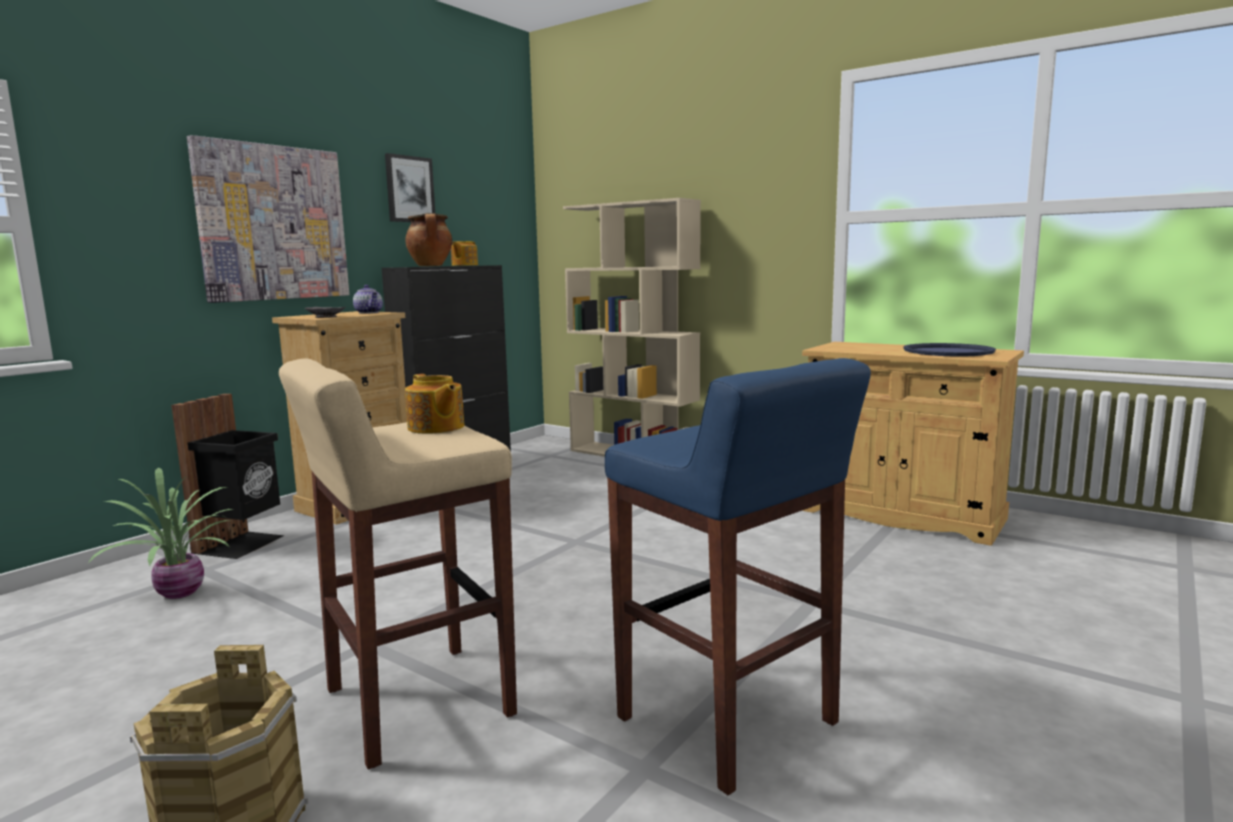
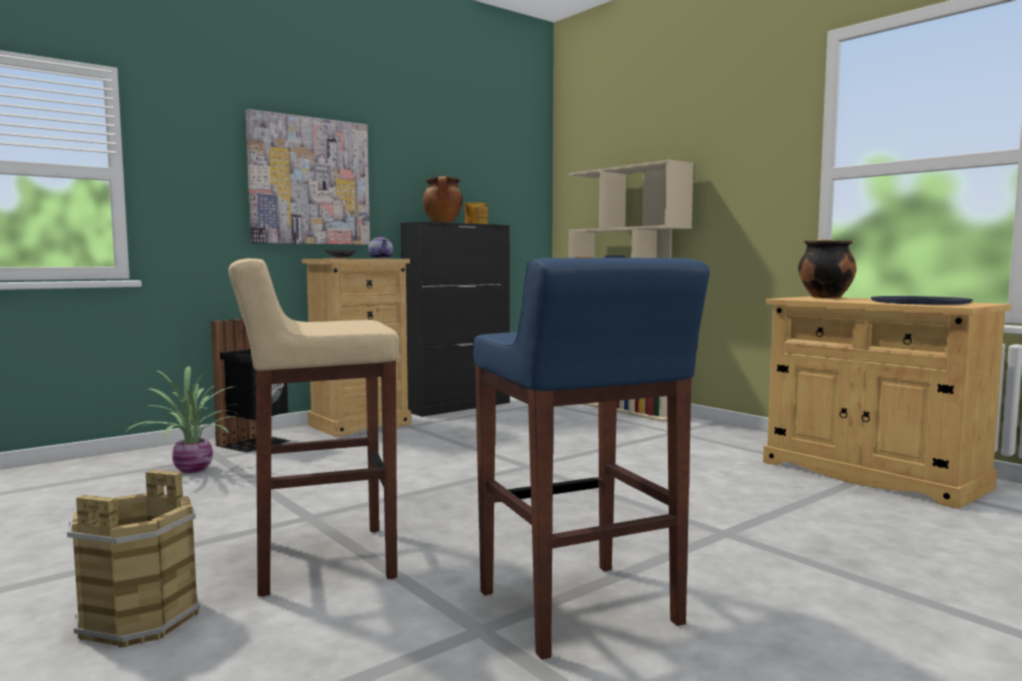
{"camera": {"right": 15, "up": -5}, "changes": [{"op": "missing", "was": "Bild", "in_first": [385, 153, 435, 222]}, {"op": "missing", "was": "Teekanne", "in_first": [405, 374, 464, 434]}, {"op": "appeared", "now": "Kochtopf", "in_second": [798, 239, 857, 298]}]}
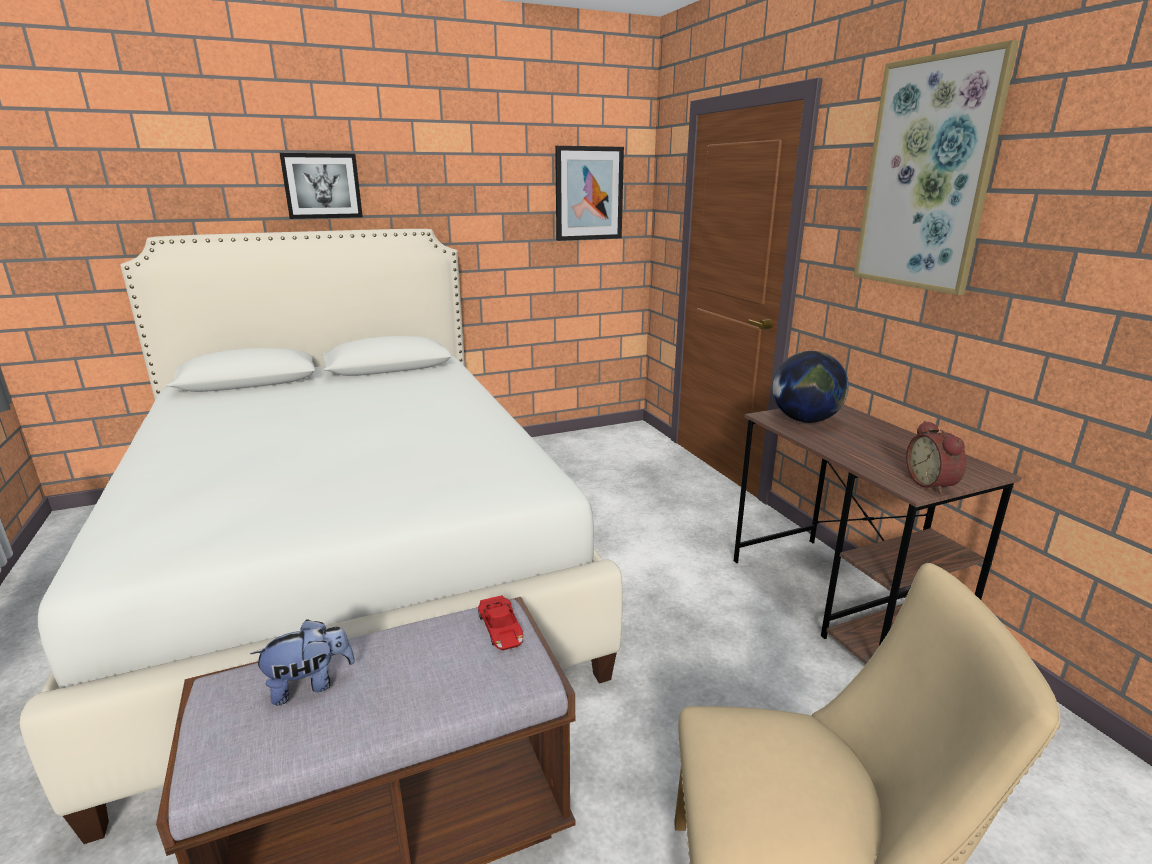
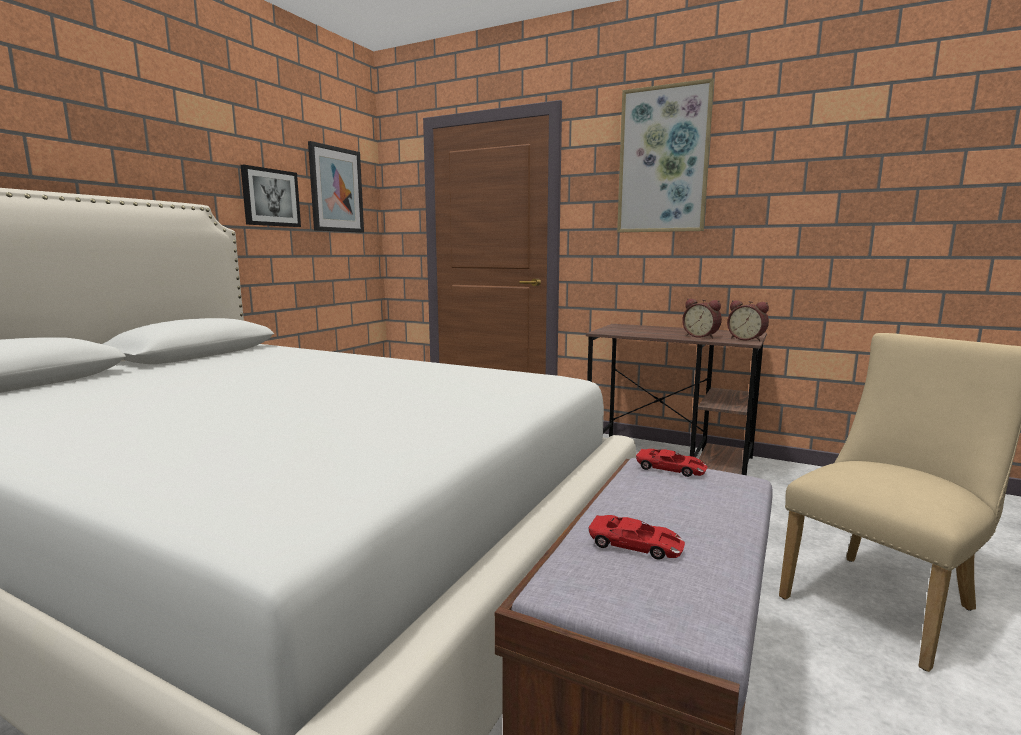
{"camera": {"right": -40, "up": -10}, "changes": [{"op": "relocated", "was": "Bild", "in_first": [280, 153, 363, 219], "in_second": [241, 165, 301, 227]}, {"op": "missing", "was": "Globus", "in_first": [772, 351, 849, 423]}, {"op": "exchanged", "was": "Plüschtier", "now": "Spielzeugauto (rot)", "in_first": [250, 619, 355, 705], "in_second": [588, 515, 685, 560]}, {"op": "appeared", "now": "Wecker", "in_second": [682, 299, 722, 338]}]}
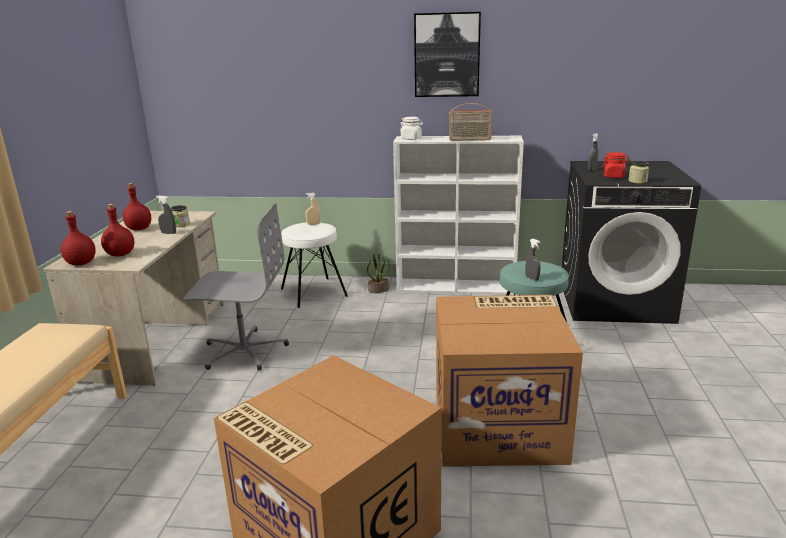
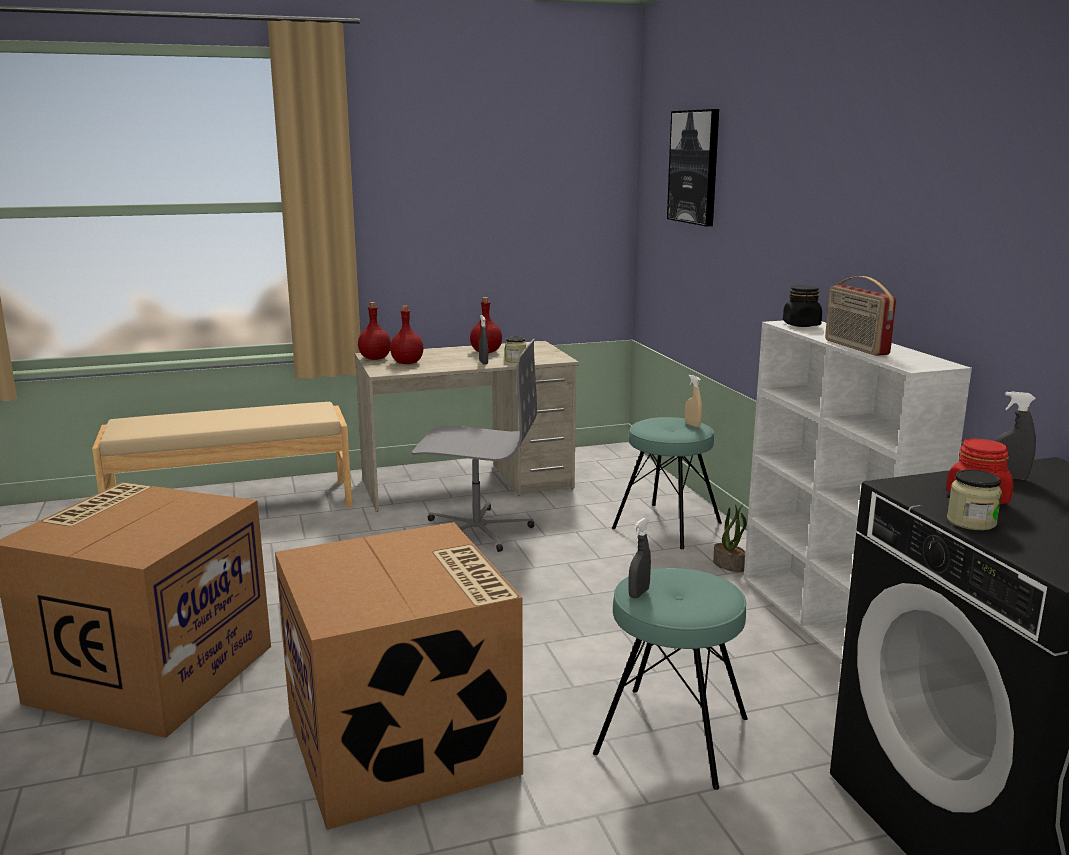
{"camera": {"right": 65, "up": -5}, "changes": [{"op": "relocated", "was": "Bild", "in_first": [414, 12, 481, 97], "in_second": [667, 109, 719, 226]}, {"op": "colour", "was": "Vorratsglas (weiß)", "now": "Vorratsglas (schwarz)", "in_first": [400, 117, 423, 140], "in_second": [783, 285, 822, 327]}, {"op": "spun", "was": "Bürostuhl (grau)", "in_first": [183, 202, 289, 371], "in_second": [412, 339, 537, 552], "clockwise": -60}, {"op": "colour", "was": "Hocker (weiß)", "now": "Hocker (türkis)", "in_first": [281, 222, 348, 308], "in_second": [612, 417, 722, 549]}]}
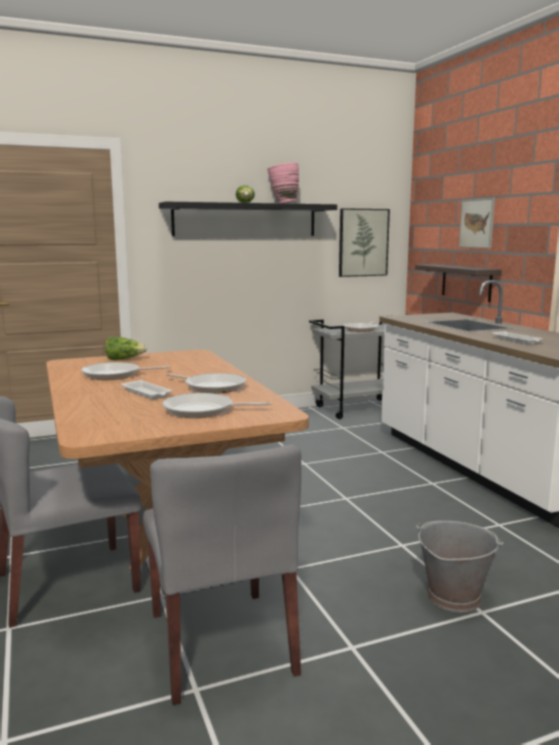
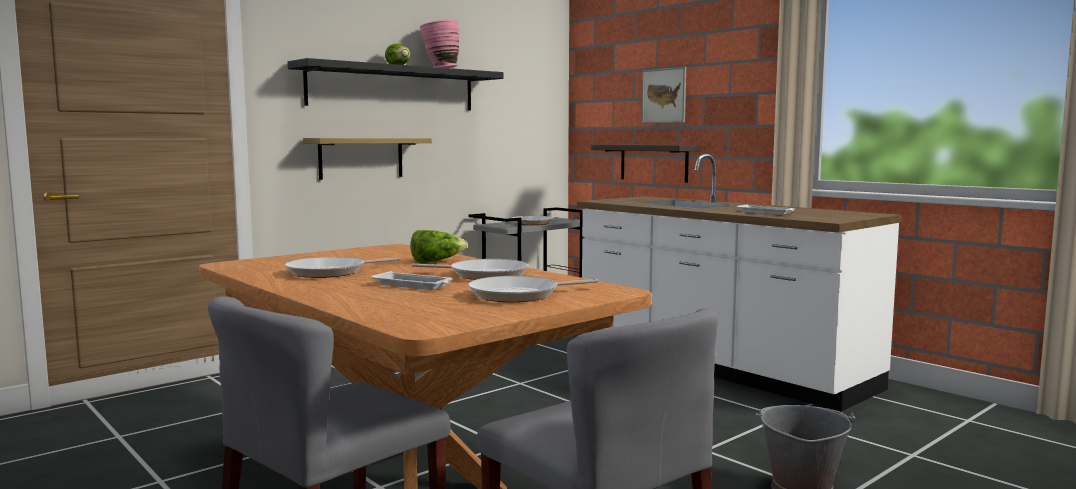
{"camera": {"right": -20, "up": -5}, "changes": [{"op": "missing", "was": "Bild", "in_first": [339, 208, 390, 277]}, {"op": "relocated", "was": "Salatkopf", "in_first": [105, 337, 147, 360], "in_second": [410, 230, 468, 263]}, {"op": "appeared", "now": "Wandregal", "in_second": [303, 138, 432, 180]}]}
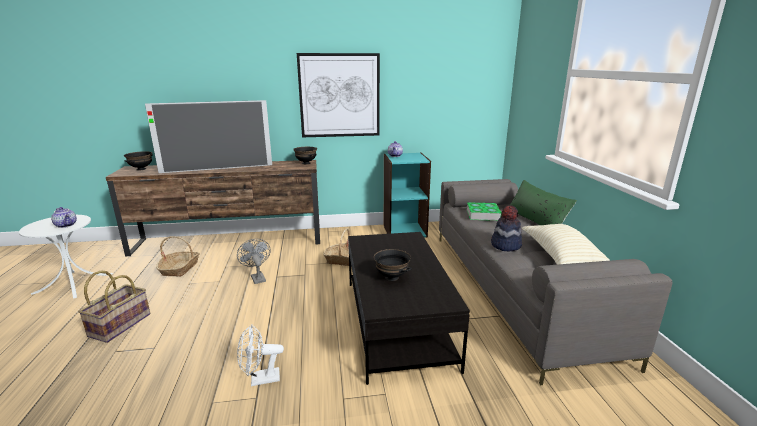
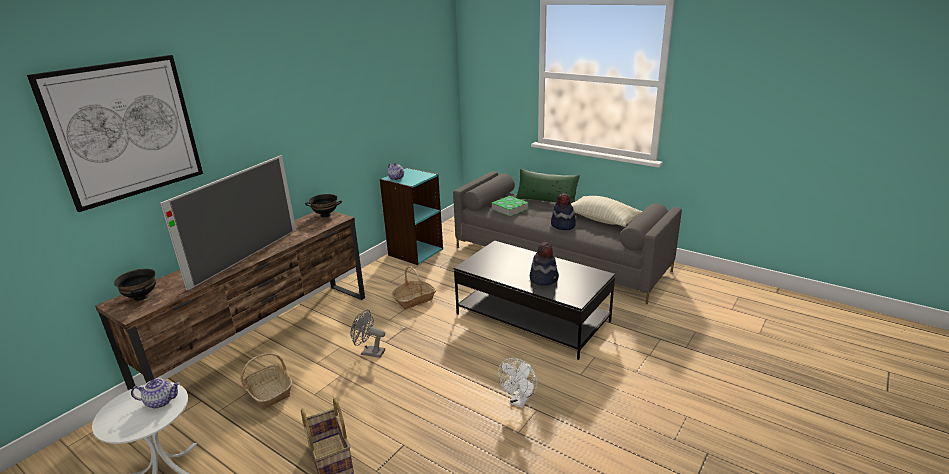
{"camera": {"right": -45, "up": 5}, "changes": [{"op": "relocated", "was": "Bild", "in_first": [297, 53, 380, 137], "in_second": [27, 55, 203, 212]}, {"op": "exchanged", "was": "Schüssel (schwarz)", "now": "Hut", "in_first": [374, 249, 412, 281], "in_second": [529, 242, 559, 286]}]}
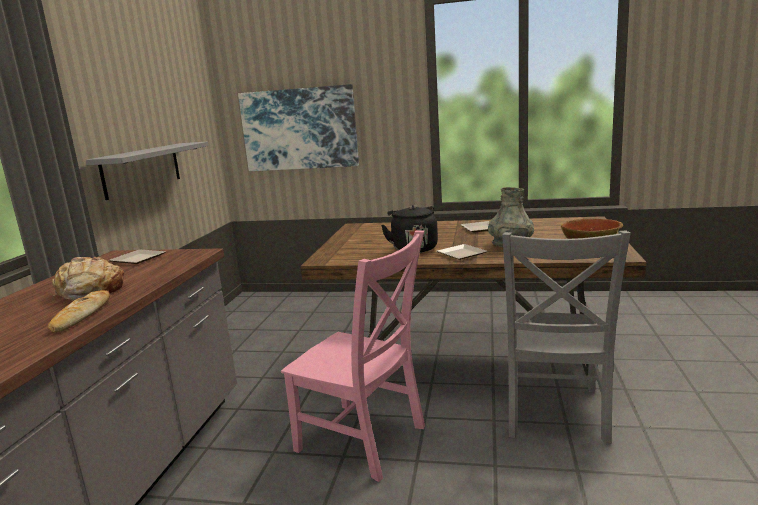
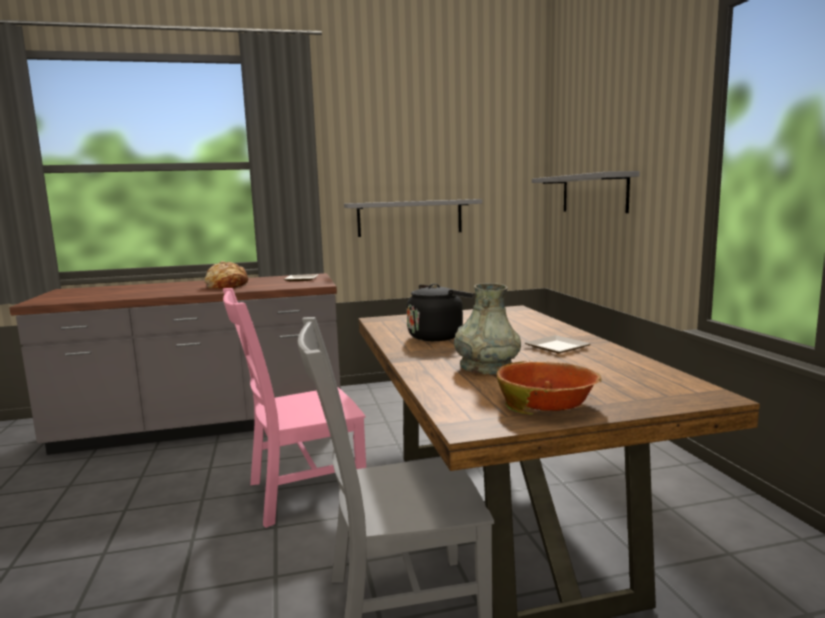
{"camera": {"right": 65, "up": -5}, "changes": [{"op": "exchanged", "was": "Bild", "now": "Wandregal (grau)", "in_first": [238, 84, 359, 171], "in_second": [532, 171, 640, 213]}, {"op": "spun", "was": "Stuhl (rosa)", "in_first": [281, 230, 425, 482], "in_second": [223, 288, 366, 528], "clockwise": 60}, {"op": "missing", "was": "Teller", "in_first": [437, 244, 488, 260]}, {"op": "missing", "was": "Brot", "in_first": [47, 290, 110, 332]}]}
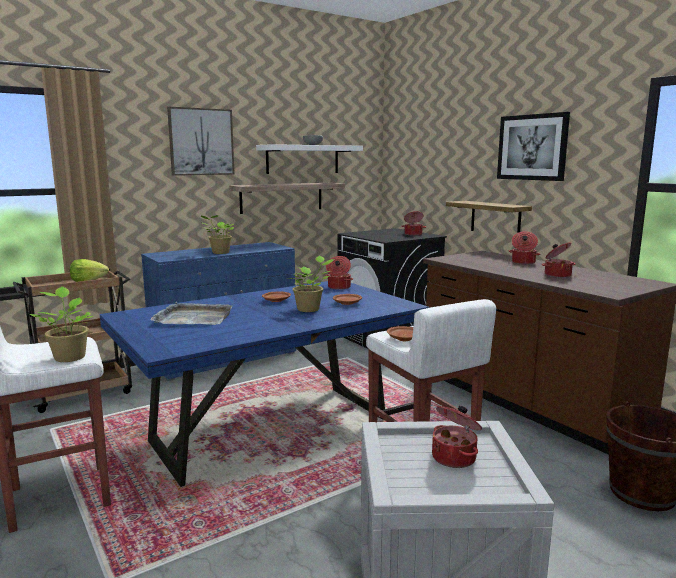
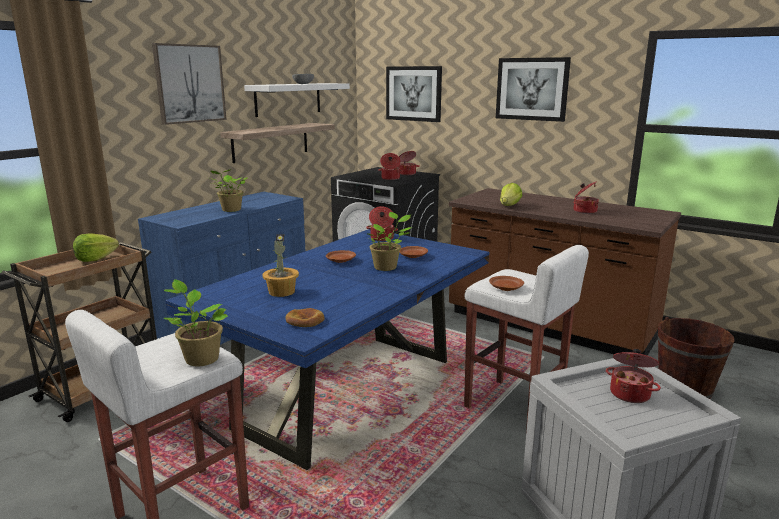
{"camera": {"right": -20, "up": 5}, "changes": [{"op": "missing", "was": "Wandregal", "in_first": [446, 201, 532, 233]}, {"op": "relocated", "was": "Kochtopf", "in_first": [509, 231, 540, 264], "in_second": [378, 153, 403, 180]}, {"op": "exchanged", "was": "Tablett (grau)", "now": "Topfpflanze", "in_first": [150, 302, 233, 325], "in_second": [263, 234, 299, 297]}, {"op": "appeared", "now": "Bild", "in_second": [386, 66, 442, 122]}, {"op": "appeared", "now": "Salatkopf", "in_second": [500, 183, 522, 206]}, {"op": "appeared", "now": "Brot", "in_second": [285, 308, 325, 327]}]}
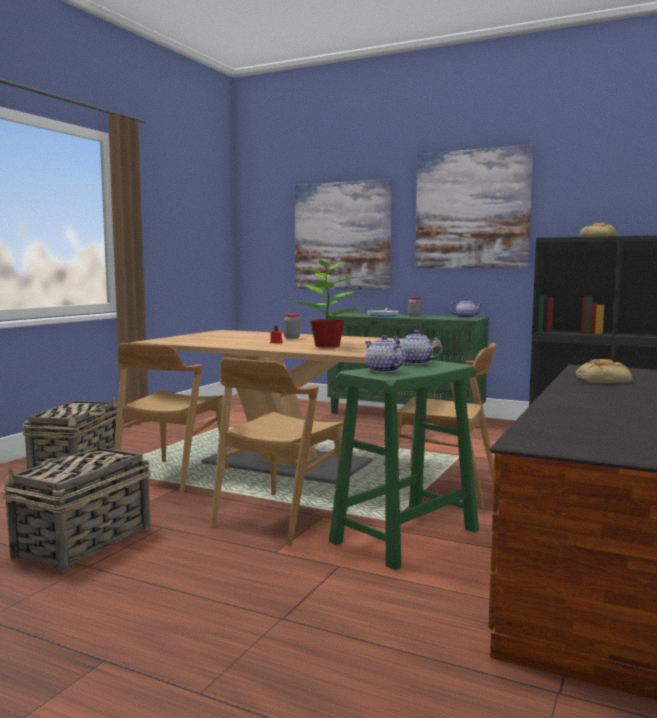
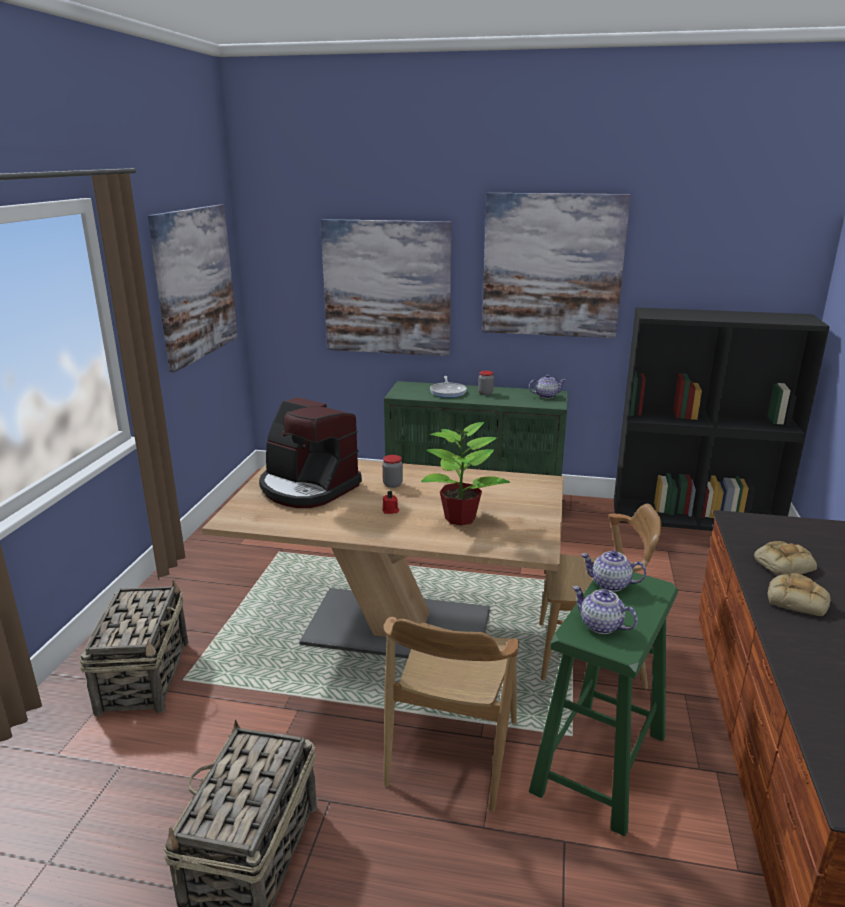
{"camera": {"right": -15, "up": 15}, "changes": [{"op": "relocated", "was": "Brot", "in_first": [580, 223, 617, 237], "in_second": [768, 573, 830, 617]}, {"op": "missing", "was": "Stuhl (braun)", "in_first": [114, 343, 229, 496]}, {"op": "appeared", "now": "Bild", "in_second": [148, 204, 238, 373]}, {"op": "appeared", "now": "Kaffeemaschine", "in_second": [259, 397, 362, 508]}]}
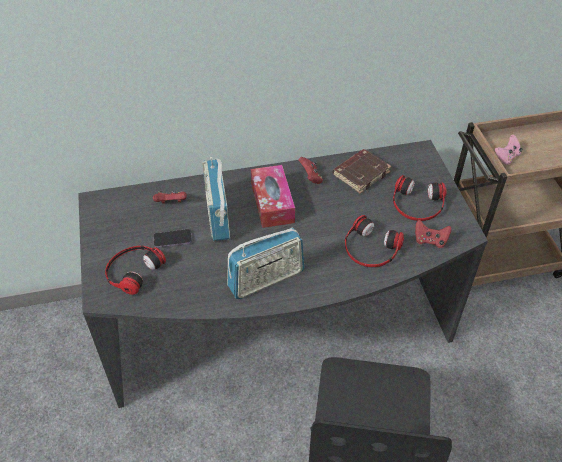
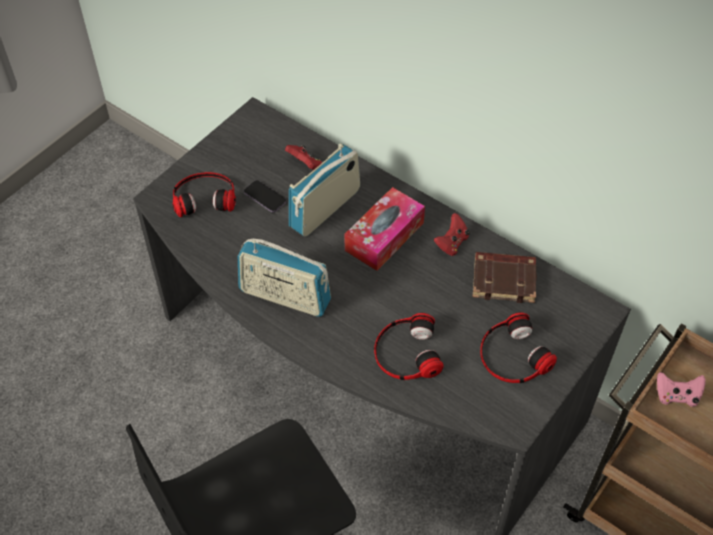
{"camera": {"right": 50, "up": 5}, "changes": [{"op": "missing", "was": "Gamepad (rot)", "in_first": [415, 220, 451, 248]}]}
